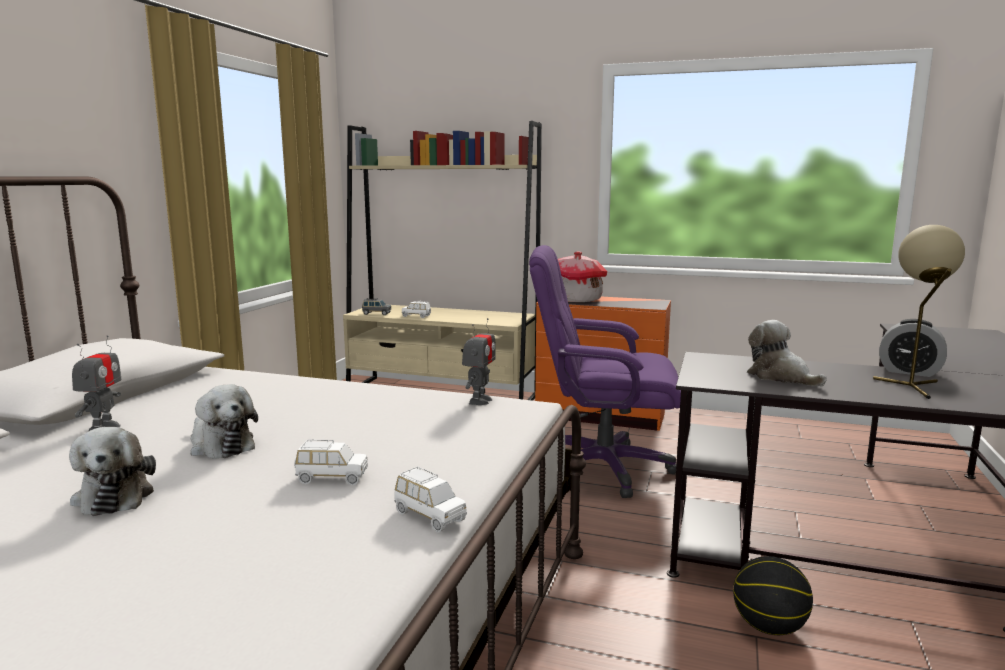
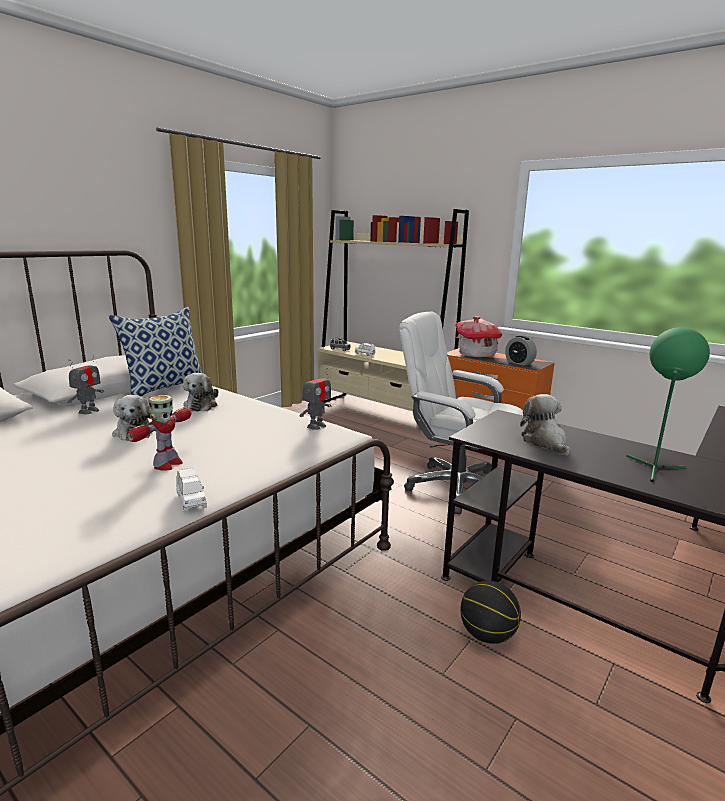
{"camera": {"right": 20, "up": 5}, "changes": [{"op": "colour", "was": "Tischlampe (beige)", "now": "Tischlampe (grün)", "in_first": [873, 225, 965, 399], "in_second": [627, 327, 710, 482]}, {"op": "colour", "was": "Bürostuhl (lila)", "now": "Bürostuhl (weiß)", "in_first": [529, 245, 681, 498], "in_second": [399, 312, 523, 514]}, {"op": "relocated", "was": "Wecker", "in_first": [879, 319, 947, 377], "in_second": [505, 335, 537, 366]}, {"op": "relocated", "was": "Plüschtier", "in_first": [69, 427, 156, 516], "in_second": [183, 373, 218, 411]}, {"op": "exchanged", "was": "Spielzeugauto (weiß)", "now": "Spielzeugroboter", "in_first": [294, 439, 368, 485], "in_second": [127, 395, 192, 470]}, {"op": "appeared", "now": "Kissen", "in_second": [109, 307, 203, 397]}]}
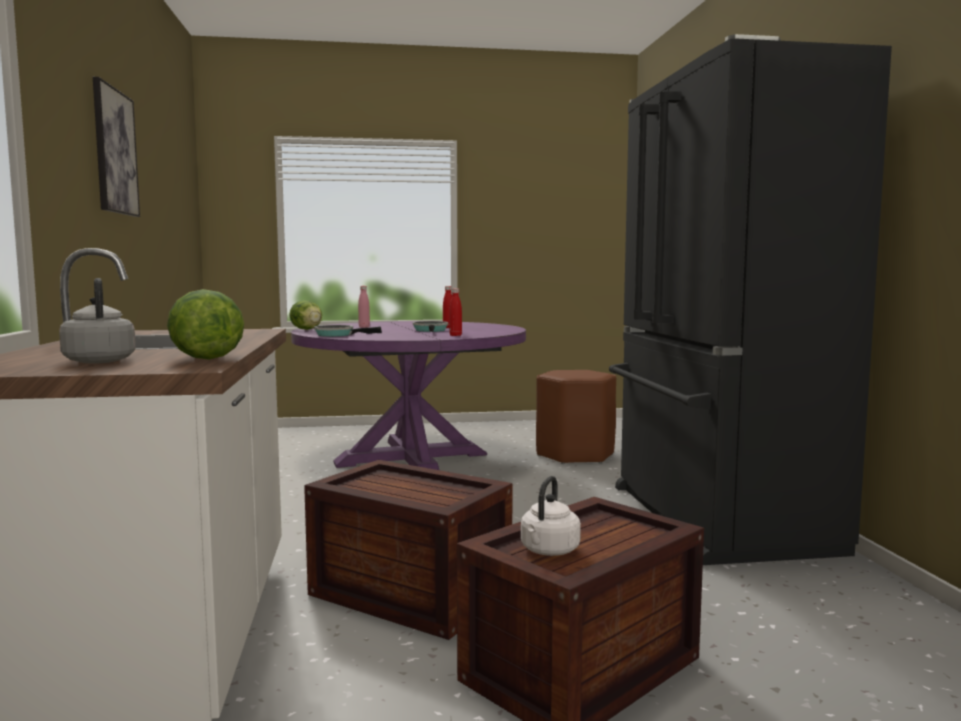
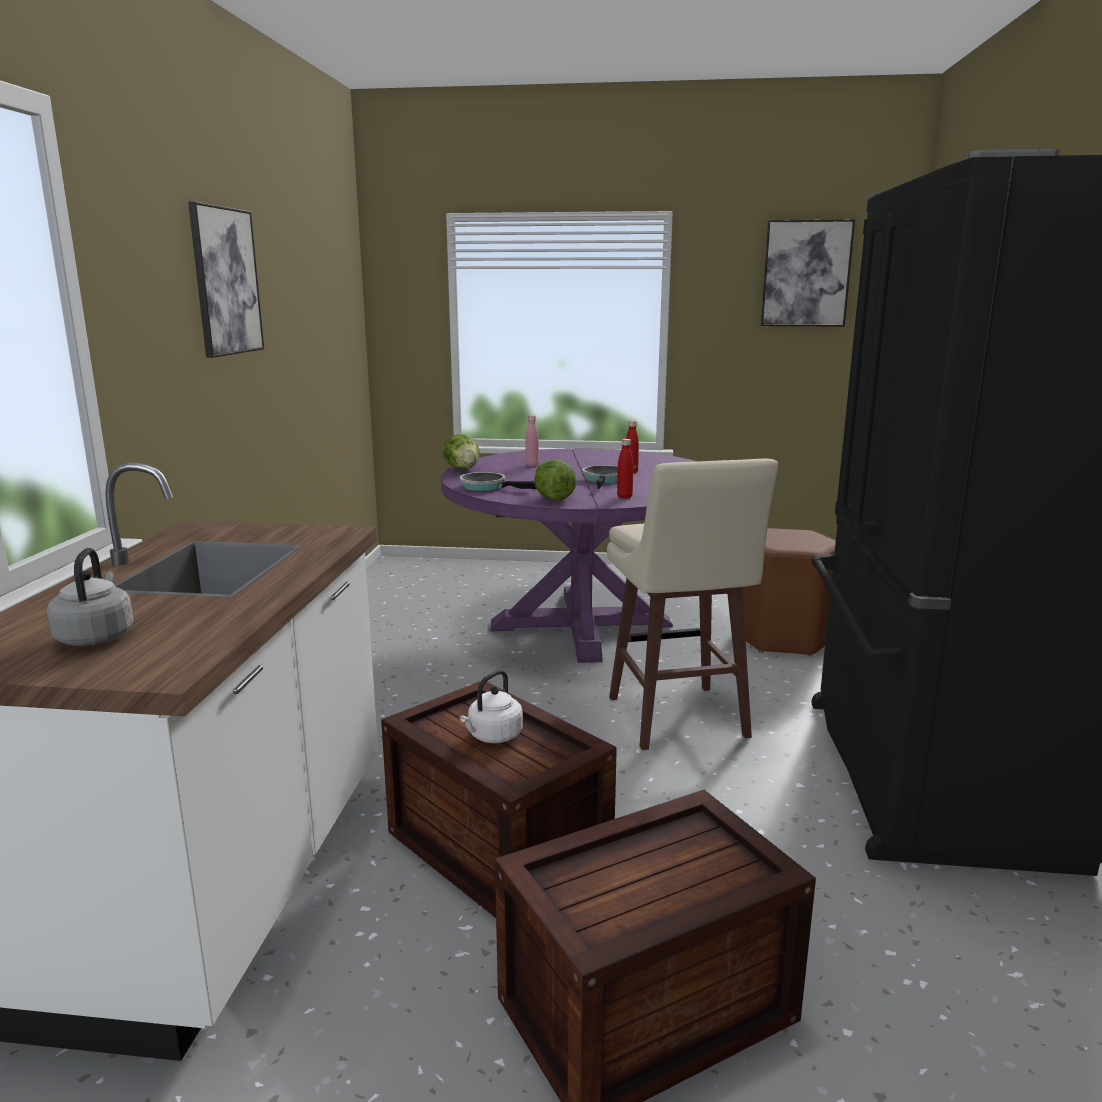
{"camera": {"right": 15, "up": 10}, "changes": [{"op": "relocated", "was": "Salatkopf", "in_first": [167, 289, 244, 360], "in_second": [534, 459, 577, 501]}, {"op": "relocated", "was": "Wasserkessel (weiß)", "in_first": [521, 476, 581, 556], "in_second": [460, 670, 523, 743]}, {"op": "appeared", "now": "Bild", "in_second": [761, 220, 855, 327]}, {"op": "appeared", "now": "Hocker (beige)", "in_second": [607, 459, 778, 750]}]}
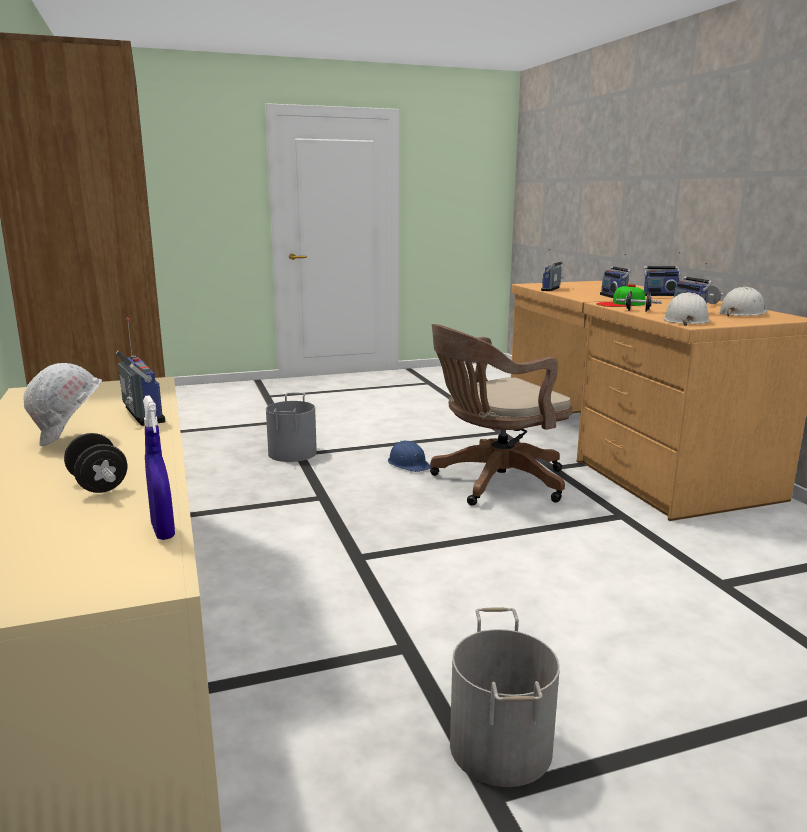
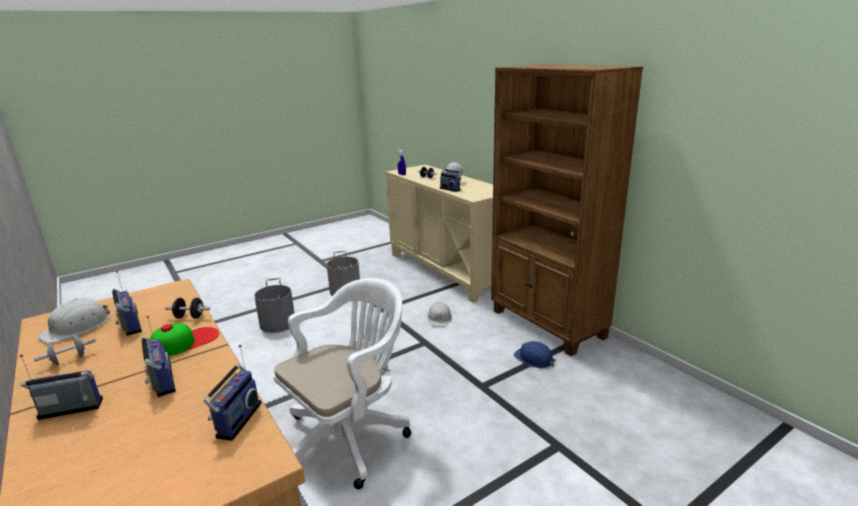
{"camera": {"right": 165, "up": 5}, "changes": [{"op": "relocated", "was": "Schutzhelm (weiß)", "in_first": [663, 292, 710, 326], "in_second": [427, 301, 452, 327]}, {"op": "colour", "was": "Bürostuhl (braun)", "now": "Bürostuhl (weiß)", "in_first": [430, 324, 573, 506], "in_second": [273, 278, 411, 489]}, {"op": "relocated", "was": "Eimer (grau)", "in_first": [266, 393, 317, 462], "in_second": [254, 278, 294, 333]}, {"op": "relocated", "was": "Schutzhelm (blau)", "in_first": [388, 441, 431, 472], "in_second": [514, 341, 556, 368]}]}
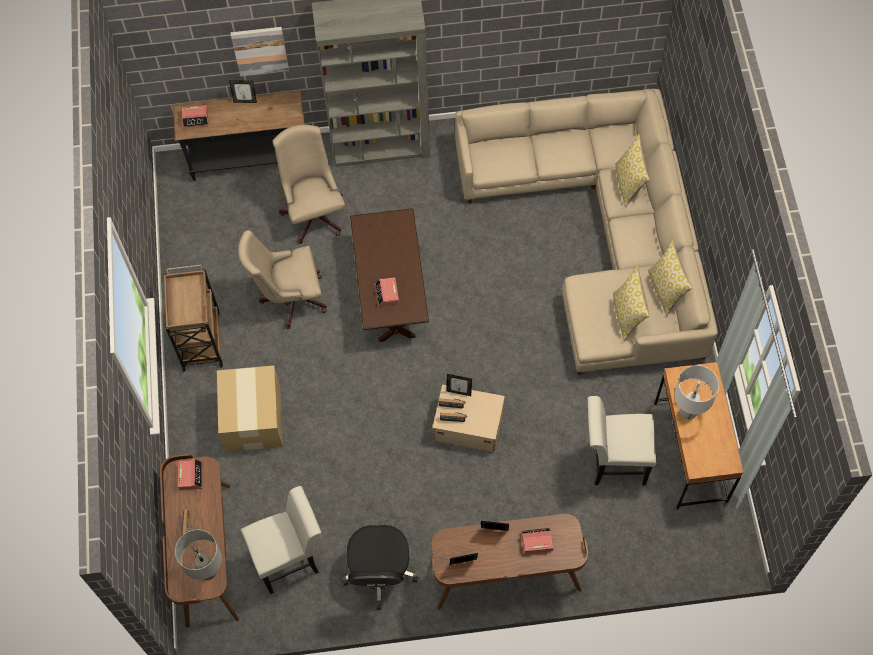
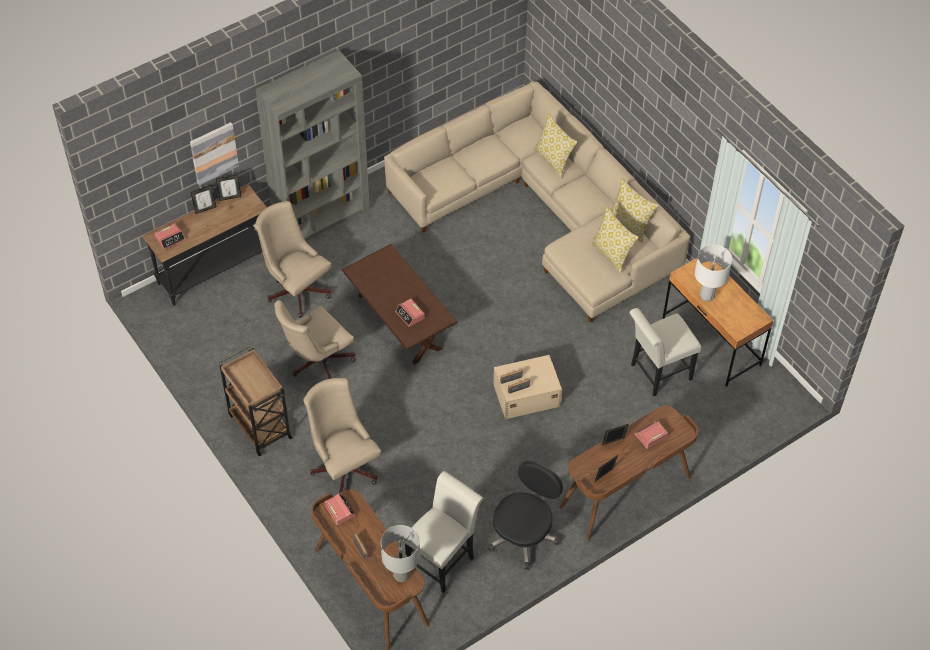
{"camera": {"right": -30, "up": -10}, "changes": [{"op": "exchanged", "was": "Karton", "now": "Bürostuhl (beige)", "in_first": [217, 365, 283, 452], "in_second": [303, 378, 381, 493]}, {"op": "relocated", "was": "Bilderrahmen", "in_first": [446, 374, 472, 396], "in_second": [216, 175, 241, 201]}, {"op": "spun", "was": "Bürostuhl (schwarz)", "in_first": [342, 525, 419, 610], "in_second": [488, 461, 563, 569], "clockwise": -120}]}
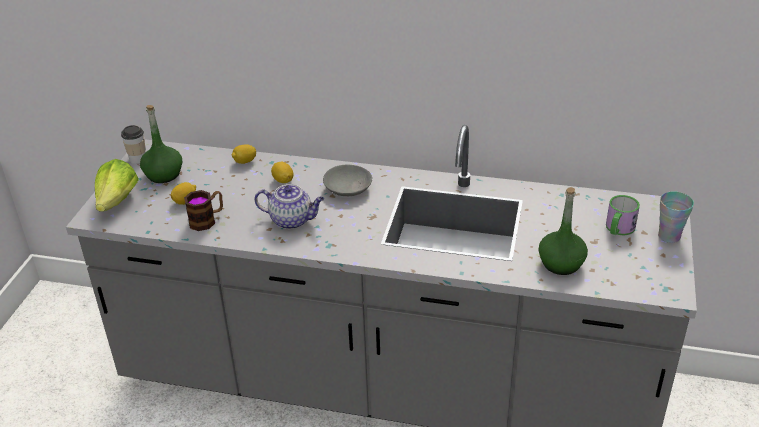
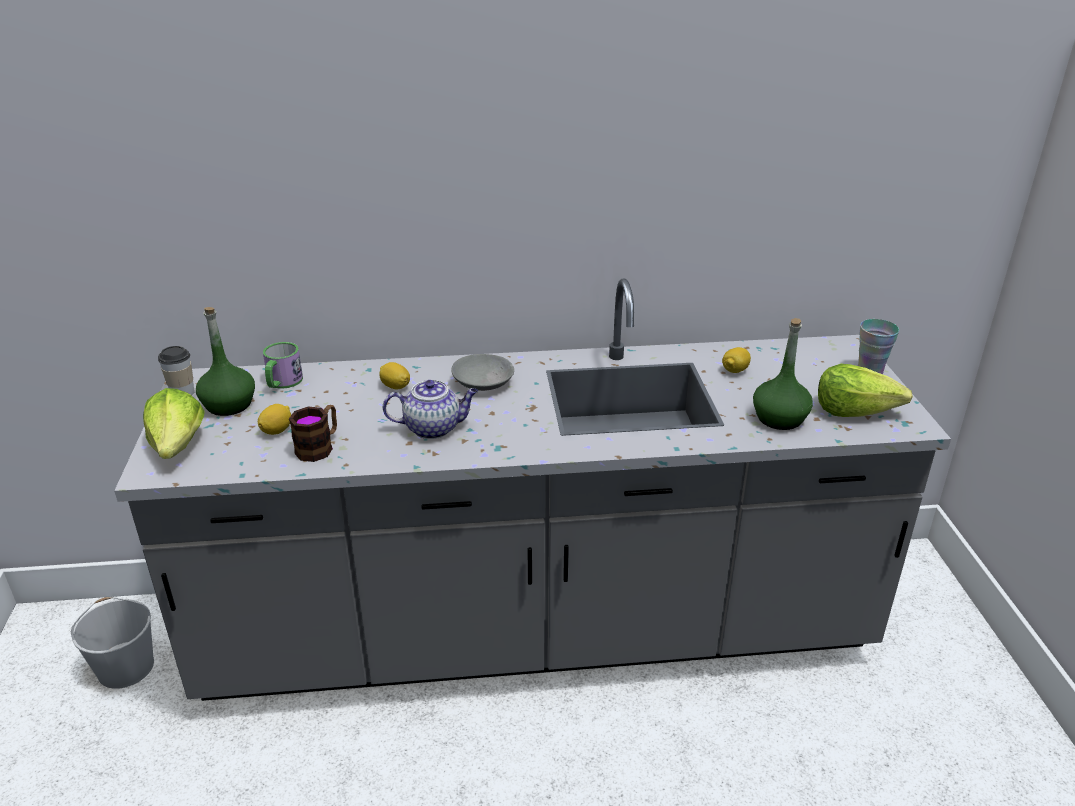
{"camera": {"right": -20, "up": -5}, "changes": [{"op": "relocated", "was": "Zitrone", "in_first": [231, 144, 256, 164], "in_second": [722, 347, 751, 373]}, {"op": "relocated", "was": "Henkelbecher", "in_first": [606, 195, 640, 235], "in_second": [263, 342, 303, 389]}, {"op": "appeared", "now": "Salatkopf", "in_second": [818, 364, 913, 417]}, {"op": "appeared", "now": "Eimer (weiß)", "in_second": [71, 597, 154, 689]}]}
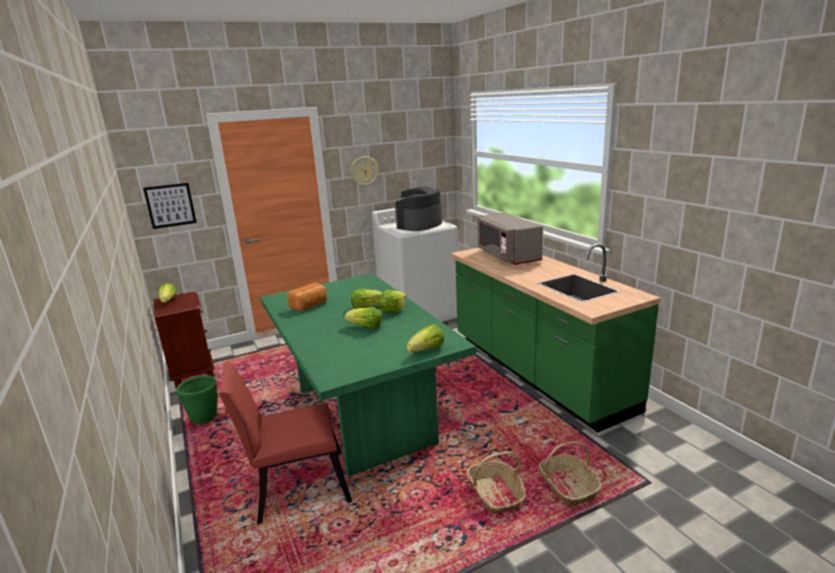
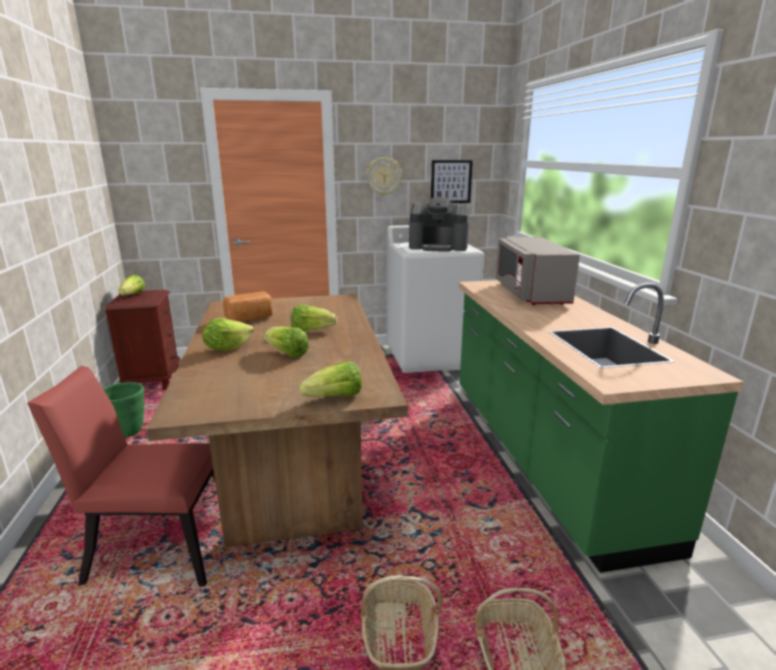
{"camera": {"right": 15, "up": 0}, "changes": [{"op": "relocated", "was": "Bild", "in_first": [143, 183, 197, 229], "in_second": [431, 160, 473, 203]}, {"op": "spun", "was": "Kaffeemaschine", "in_first": [395, 186, 442, 231], "in_second": [409, 198, 469, 252], "clockwise": -135}, {"op": "colour", "was": "Esstisch (grün)", "now": "Esstisch (braun)", "in_first": [260, 273, 476, 476], "in_second": [146, 294, 408, 547]}, {"op": "relocated", "was": "Salatkopf", "in_first": [378, 290, 406, 313], "in_second": [203, 318, 254, 351]}]}
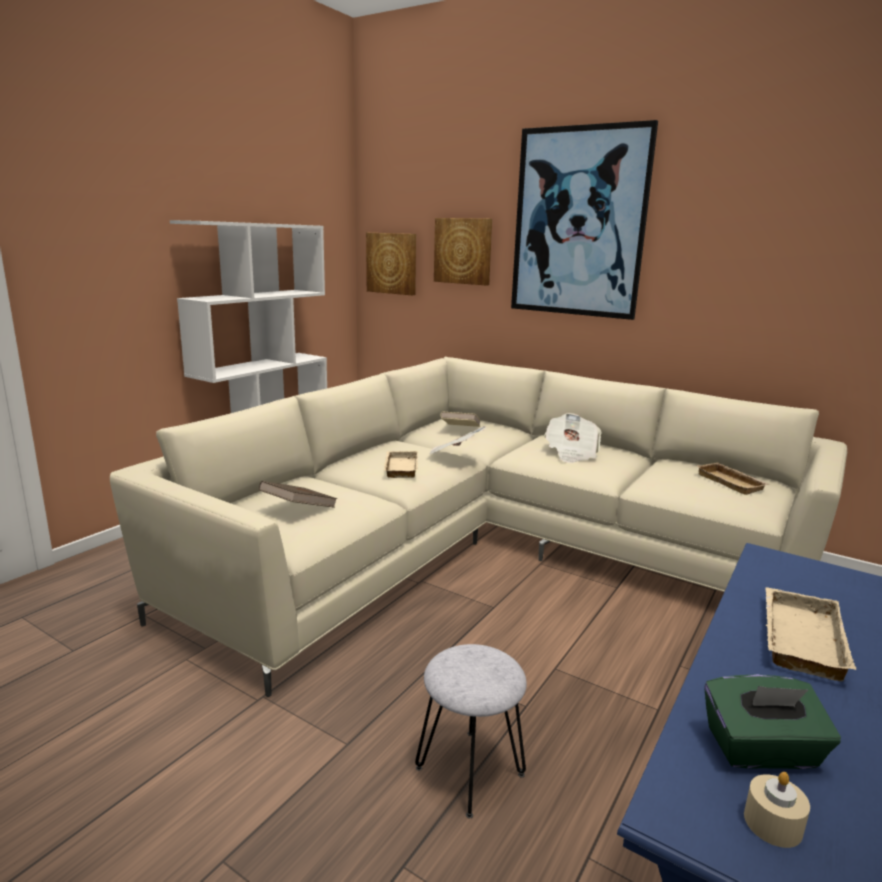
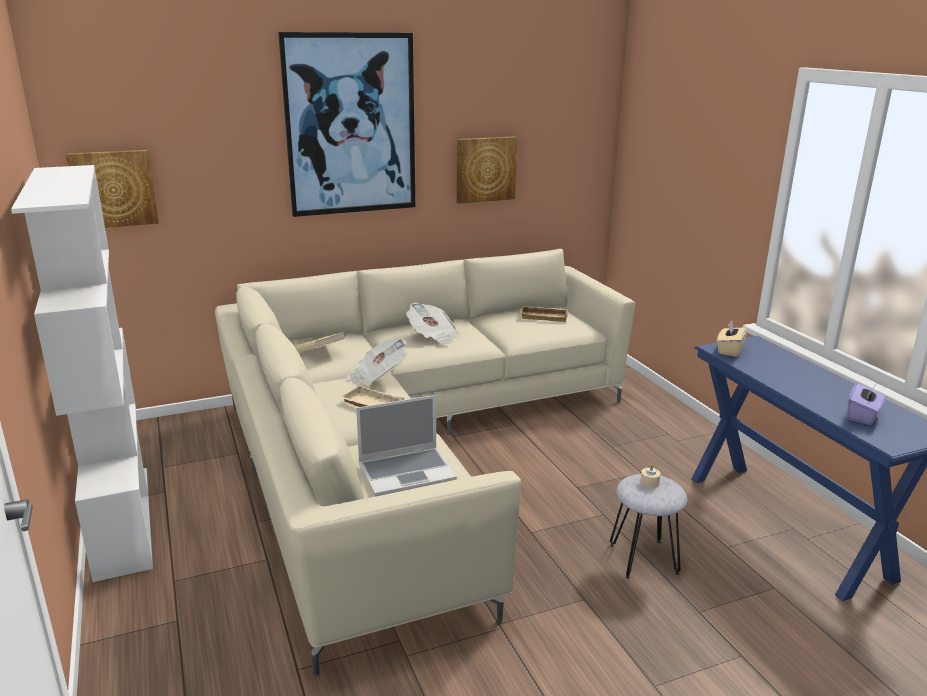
{"camera": {"right": -55, "up": 5}, "changes": [{"op": "relocated", "was": "Bild", "in_first": [434, 218, 492, 286], "in_second": [457, 136, 517, 204]}, {"op": "exchanged", "was": "Buch (braun)", "now": "Laptop", "in_first": [259, 481, 337, 508], "in_second": [356, 395, 457, 496]}, {"op": "missing", "was": "Tablett (beige)", "in_first": [765, 587, 856, 681]}, {"op": "colour", "was": "Taschentuchbox (grün)", "now": "Taschentuchbox (lila)", "in_first": [704, 674, 841, 769], "in_second": [847, 383, 885, 425]}, {"op": "relocated", "was": "Kerze (beige)", "in_first": [744, 772, 810, 848], "in_second": [640, 464, 661, 488]}, {"op": "appeared", "now": "Taschentuchbox (beige)", "in_second": [717, 321, 748, 357]}]}
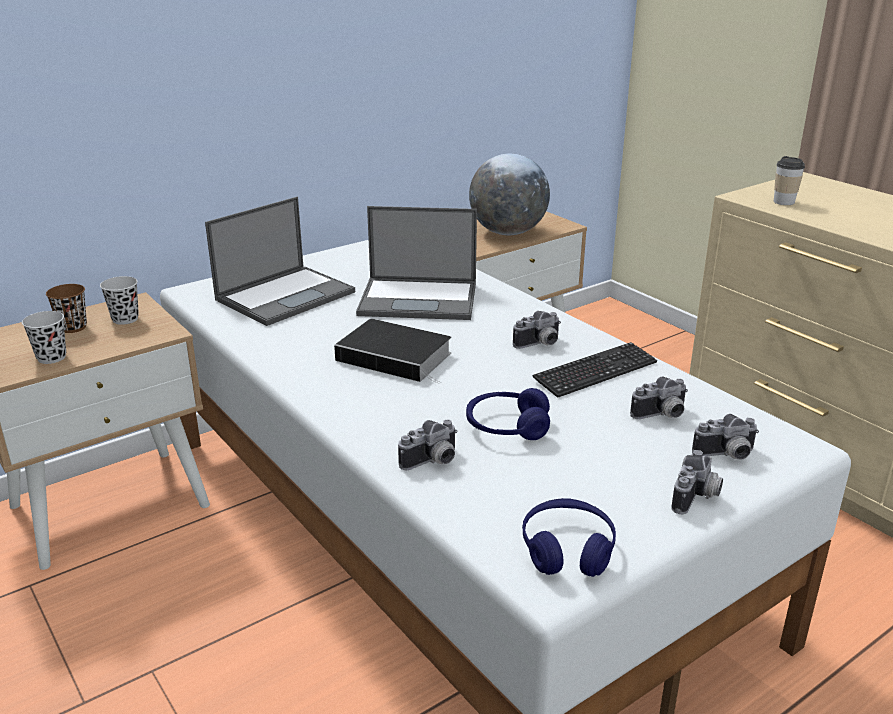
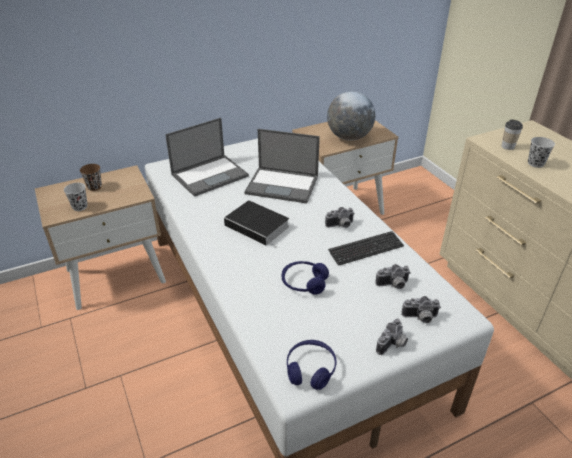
{"camera": {"right": 10, "up": 10}, "changes": [{"op": "relocated", "was": "Tasse (schwarz)", "in_first": [100, 276, 139, 325], "in_second": [528, 137, 555, 168]}, {"op": "missing", "was": "Kamera", "in_first": [398, 420, 458, 470]}]}
